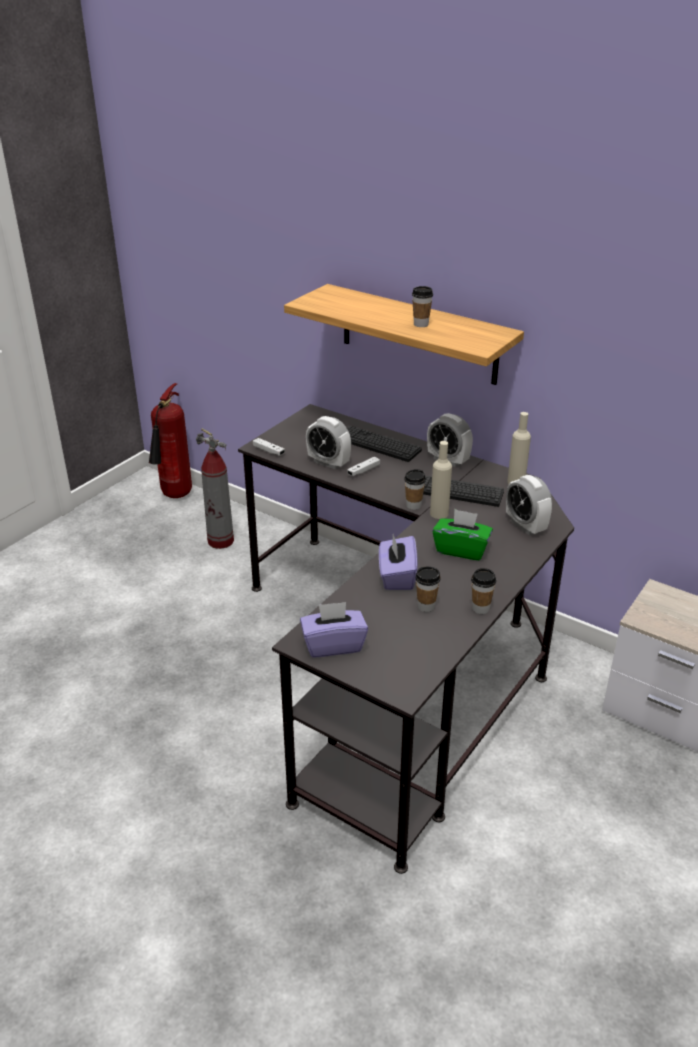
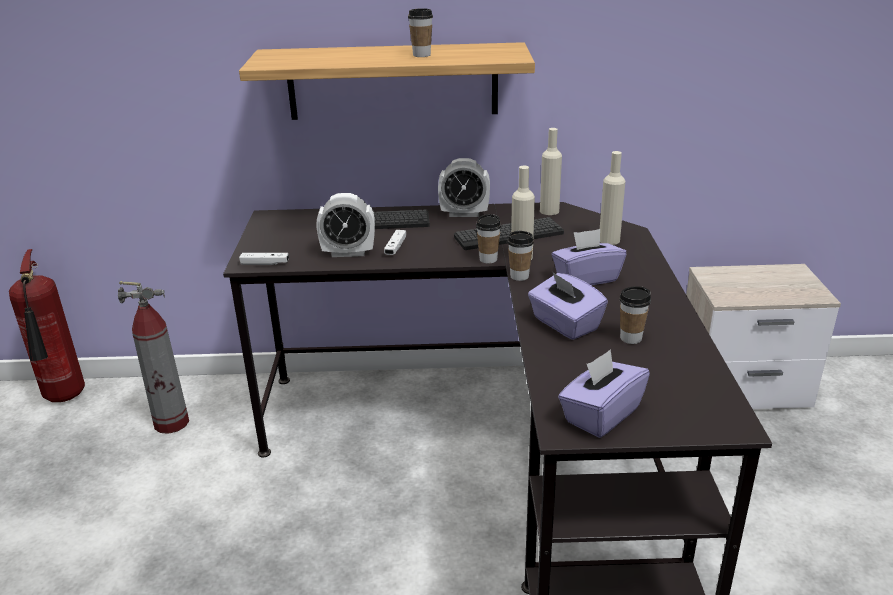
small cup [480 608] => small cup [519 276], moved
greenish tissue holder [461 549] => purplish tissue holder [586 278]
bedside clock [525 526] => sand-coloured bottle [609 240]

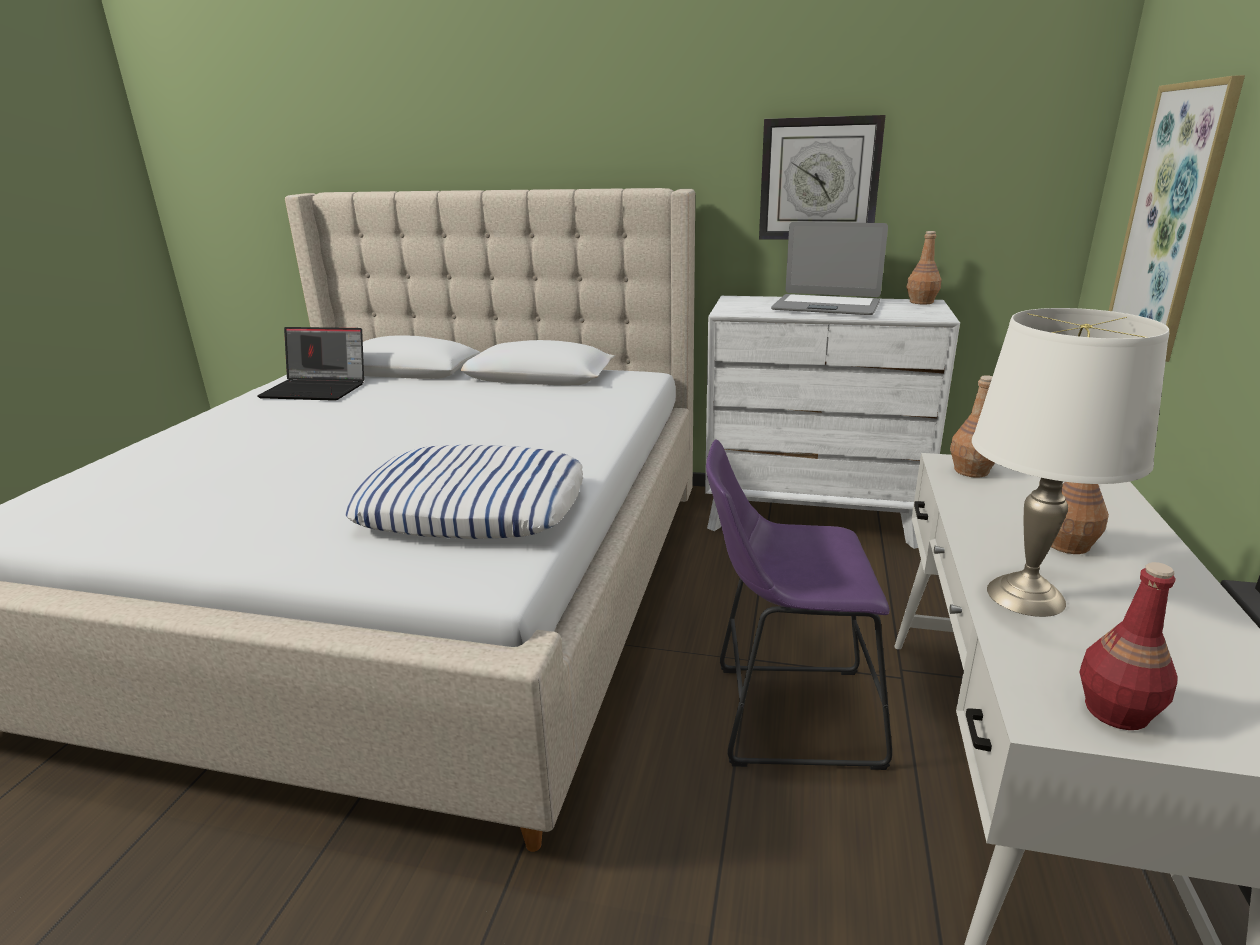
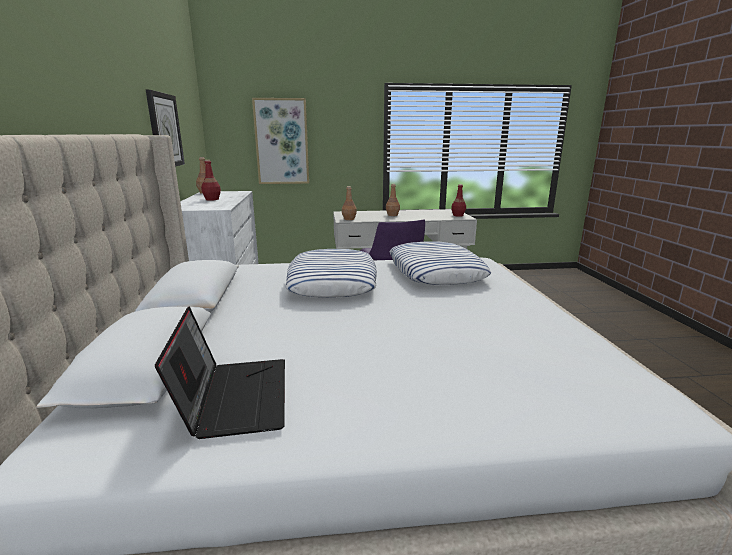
portable computer [826 307] => red-coloured bottle [212 199]
nothing => throw pillow [333 281]
whitish lamp for a table [1024 595] => nothing

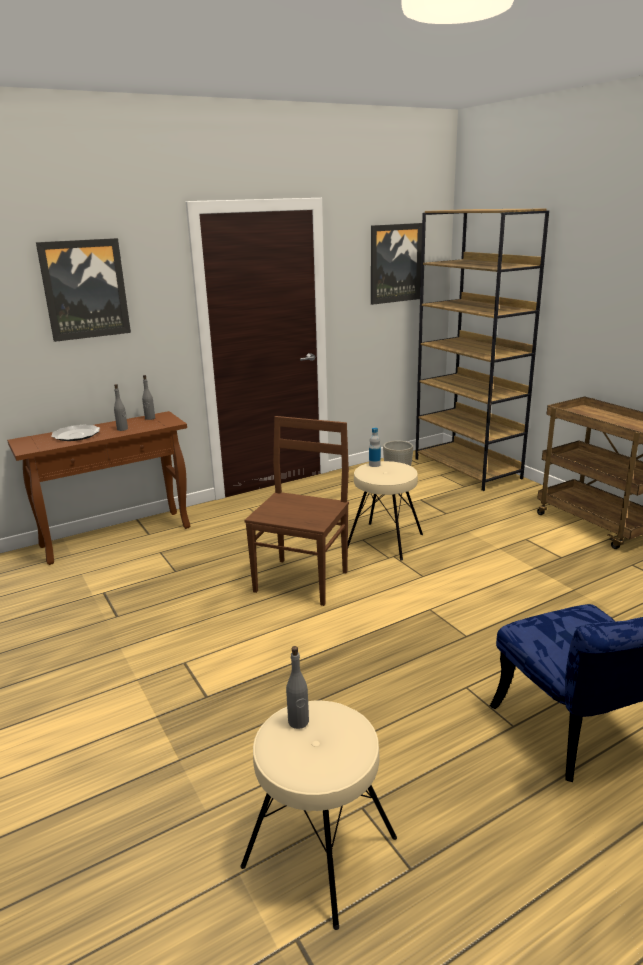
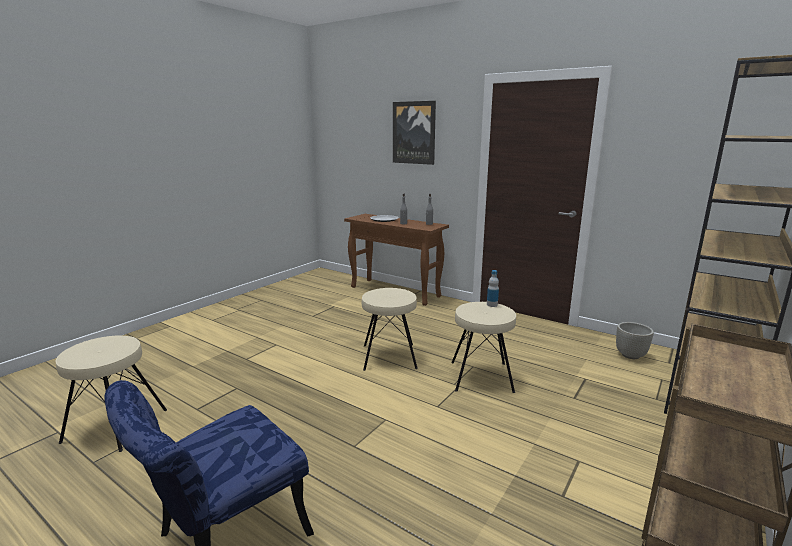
brownish plain chair [302 580] => sand-coloured sitting stool [389 356]
gray bottle [298 722] => nothing
wall picture [395 263] => nothing

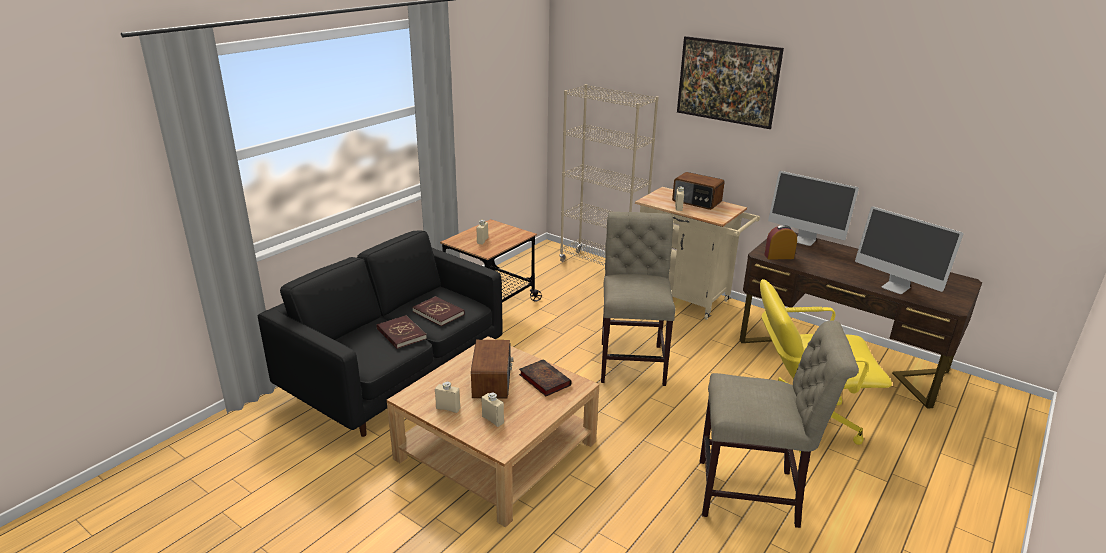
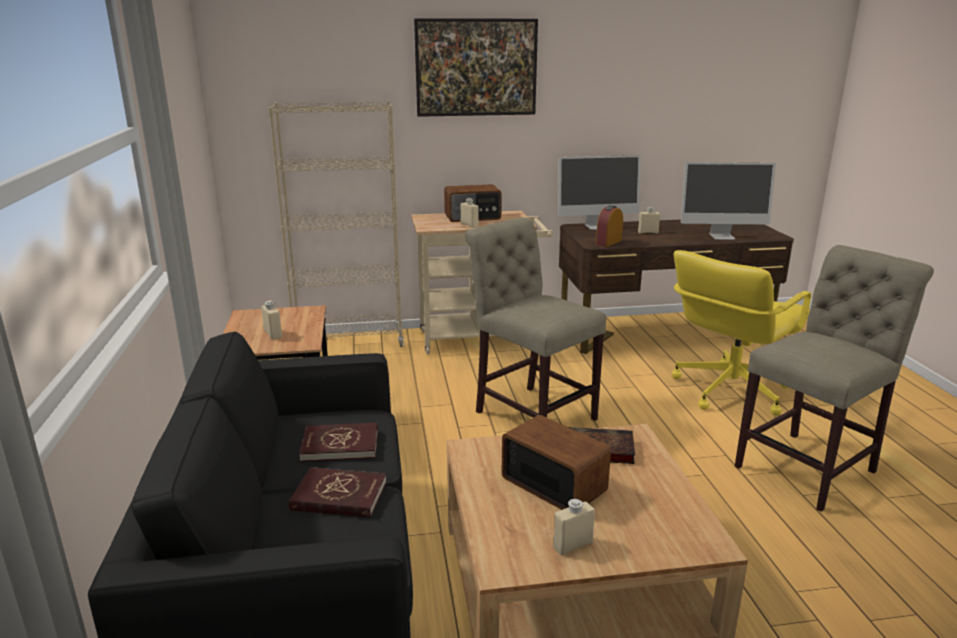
sand-coloured bottle [493 420] => sand-coloured bottle [648 232], moved

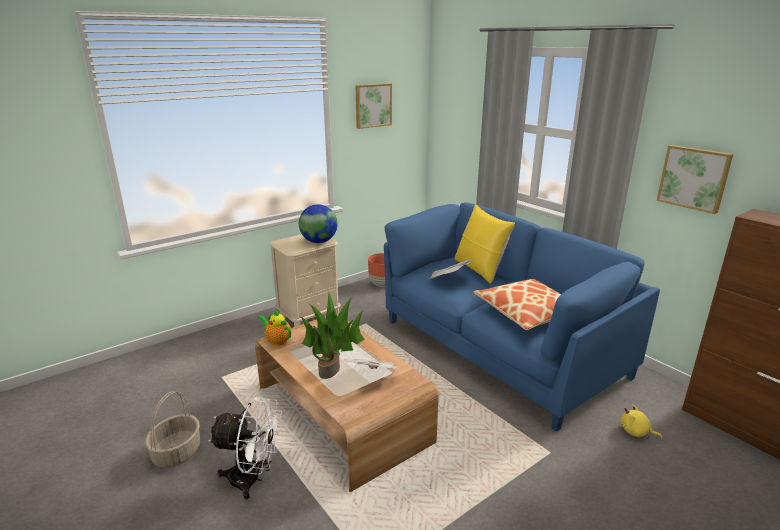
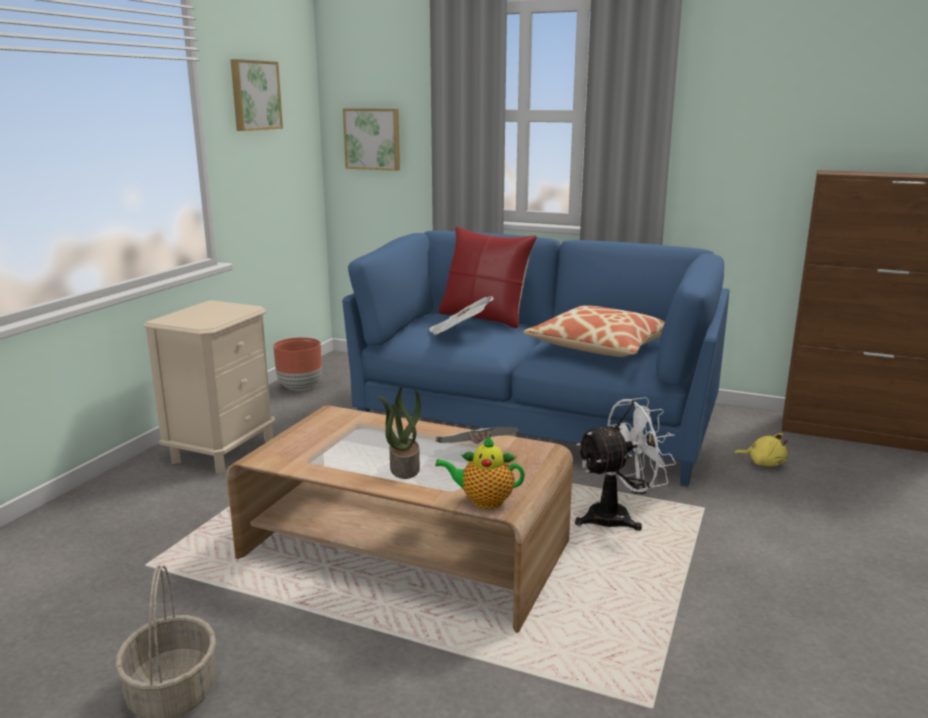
wall picture [694 178] => wall picture [373 139], moved
teapot [277 341] => teapot [483 501], moved
yellowish throw pillow [480 269] => red-coloured throw pillow [484 318]
whitish cooling fan [252 479] => whitish cooling fan [618 517], moved
yellowish soft toy [636 432] => yellowish soft toy [763 463], 150 degrees counterclockwise
globe [319 241] => nothing
houseplant [333 342] => nothing

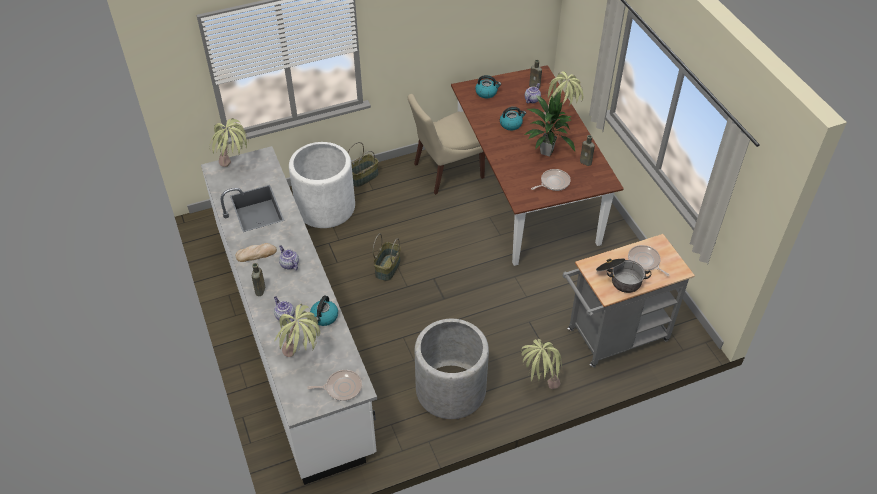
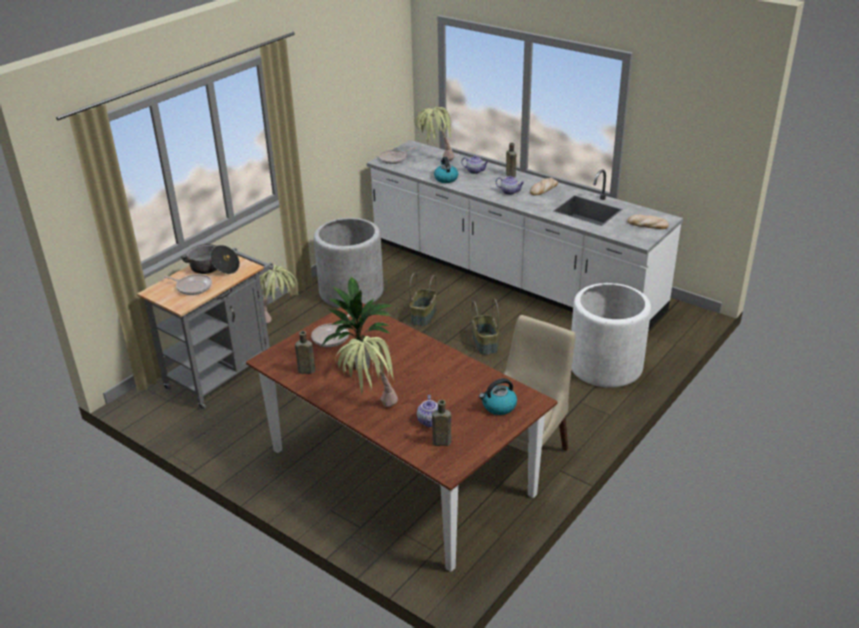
storage basket [363 177] => storage basket [424 316], moved
houseplant [236 169] => bread [647 224]
tea kettle [511 124] => nothing

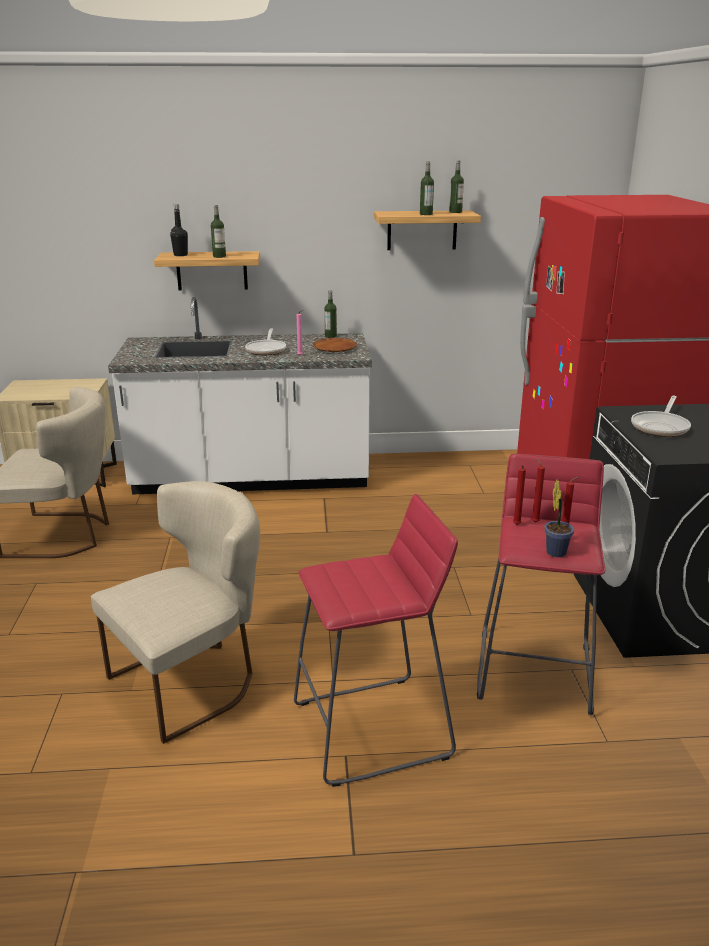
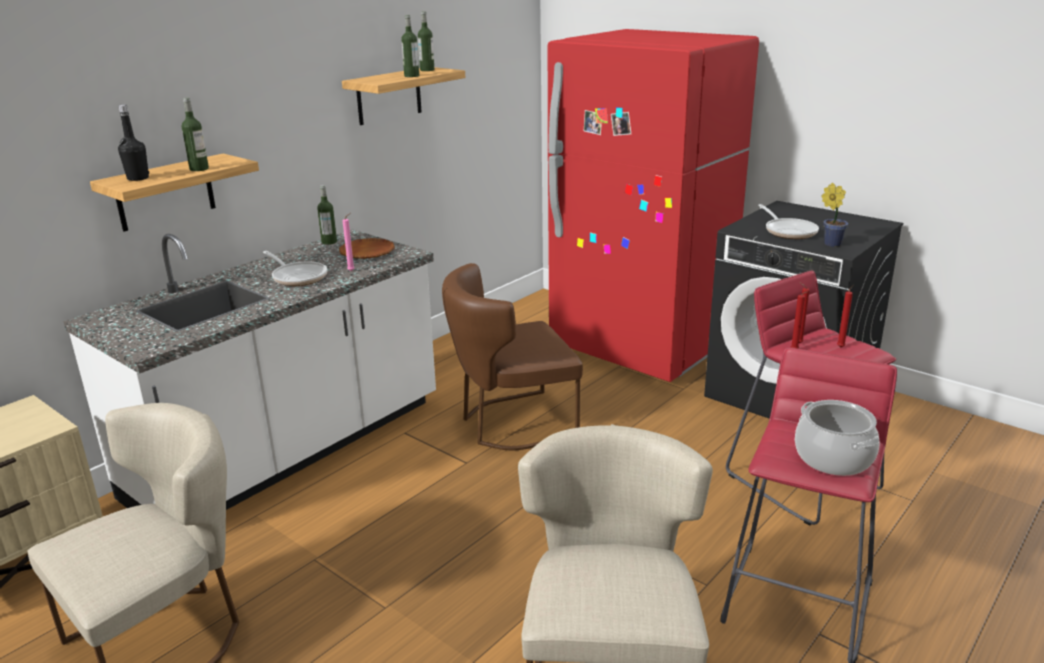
nothing => brownish plain chair [511 423]
nothing => cooking pot [833 458]
houseplant [555 551] => houseplant [830 244], moved

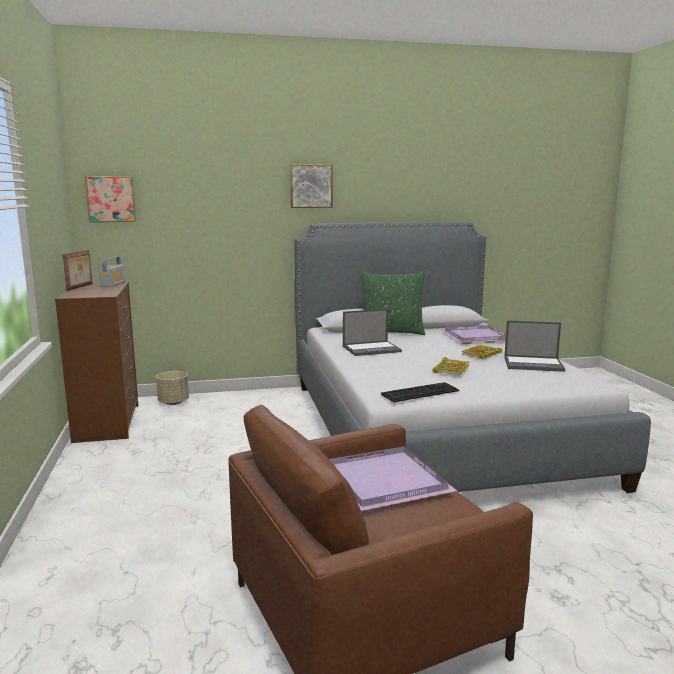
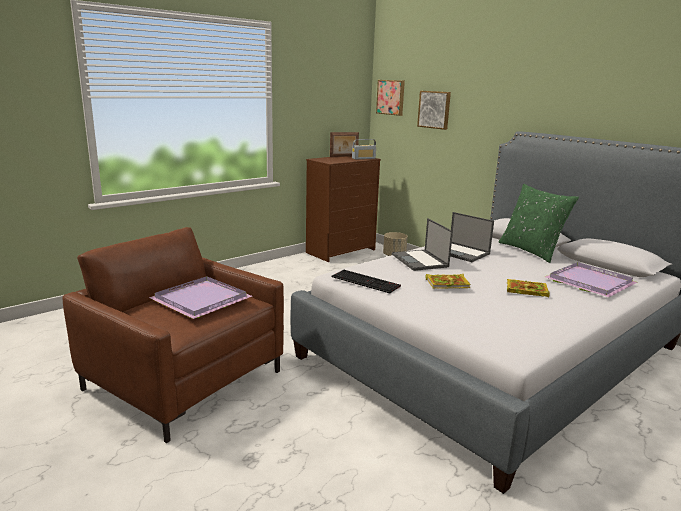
portable computer [534 364] => portable computer [420 261], moved
wall picture [311 186] => wall picture [434 109], moved

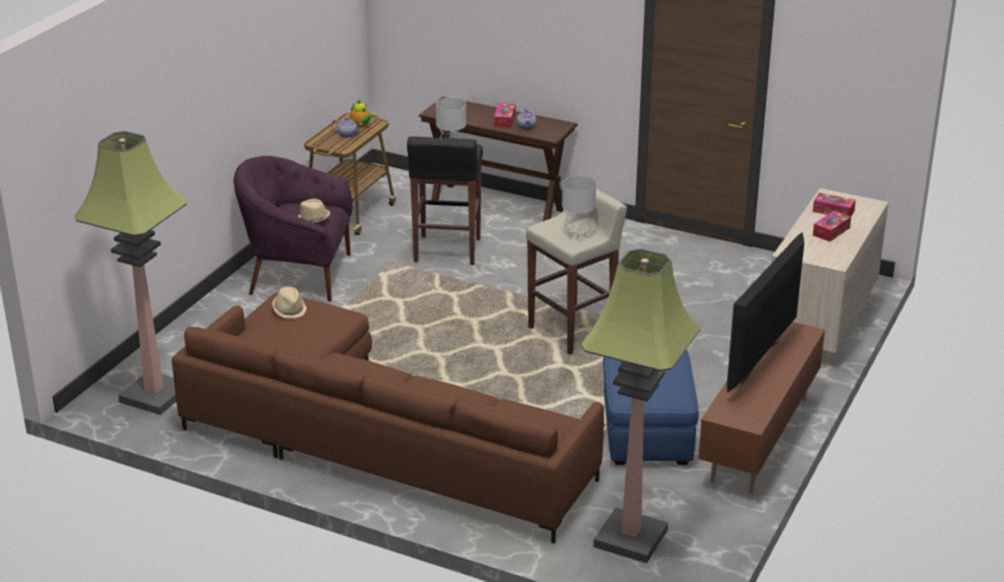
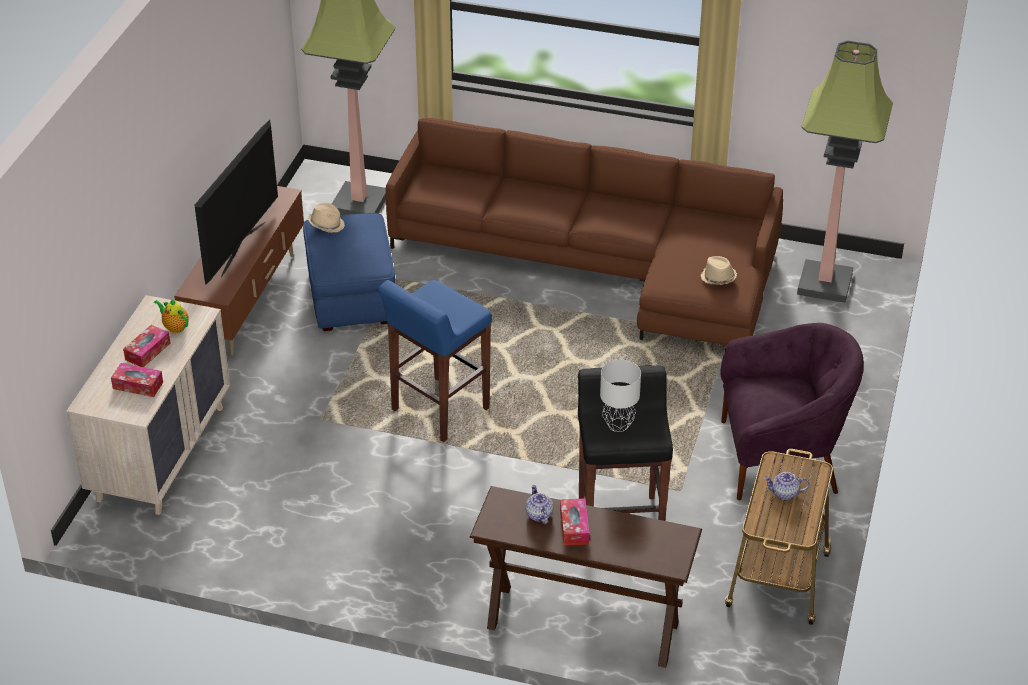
teapot [361 126] => teapot [175 327], moved
sand-coloured wearable hat [313 219] => sand-coloured wearable hat [326 224], moved
sand-coloured sitting stool [573 331] => blue sitting stool [439 410]
gray lamp for a table [577 236] => nothing

